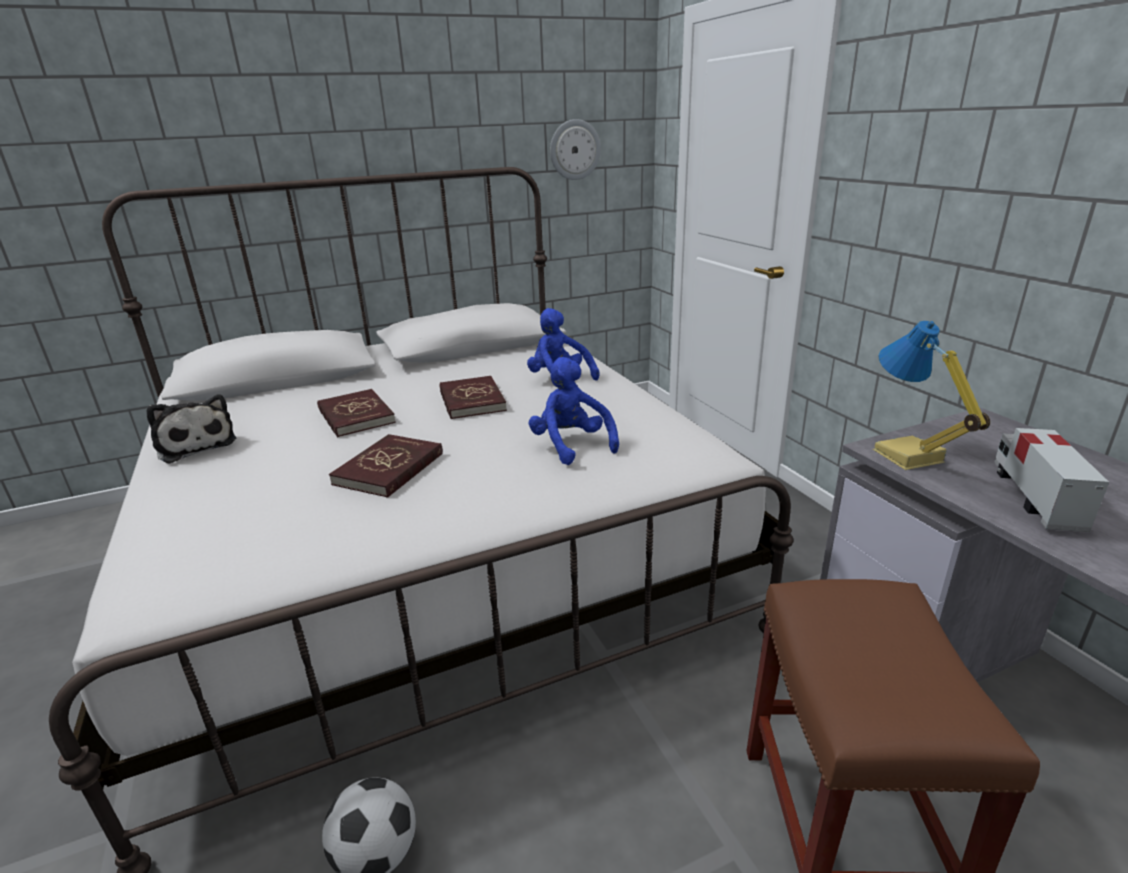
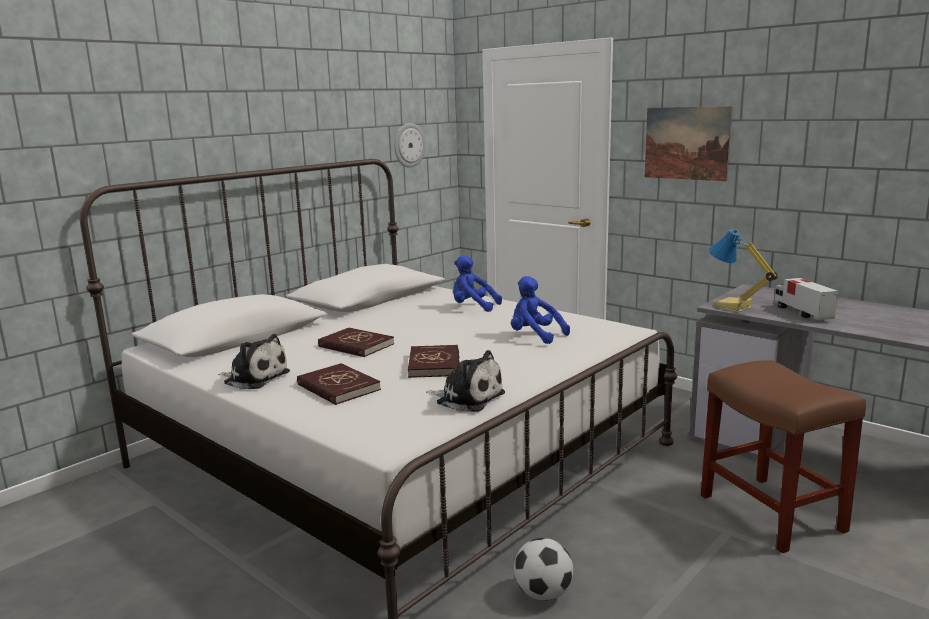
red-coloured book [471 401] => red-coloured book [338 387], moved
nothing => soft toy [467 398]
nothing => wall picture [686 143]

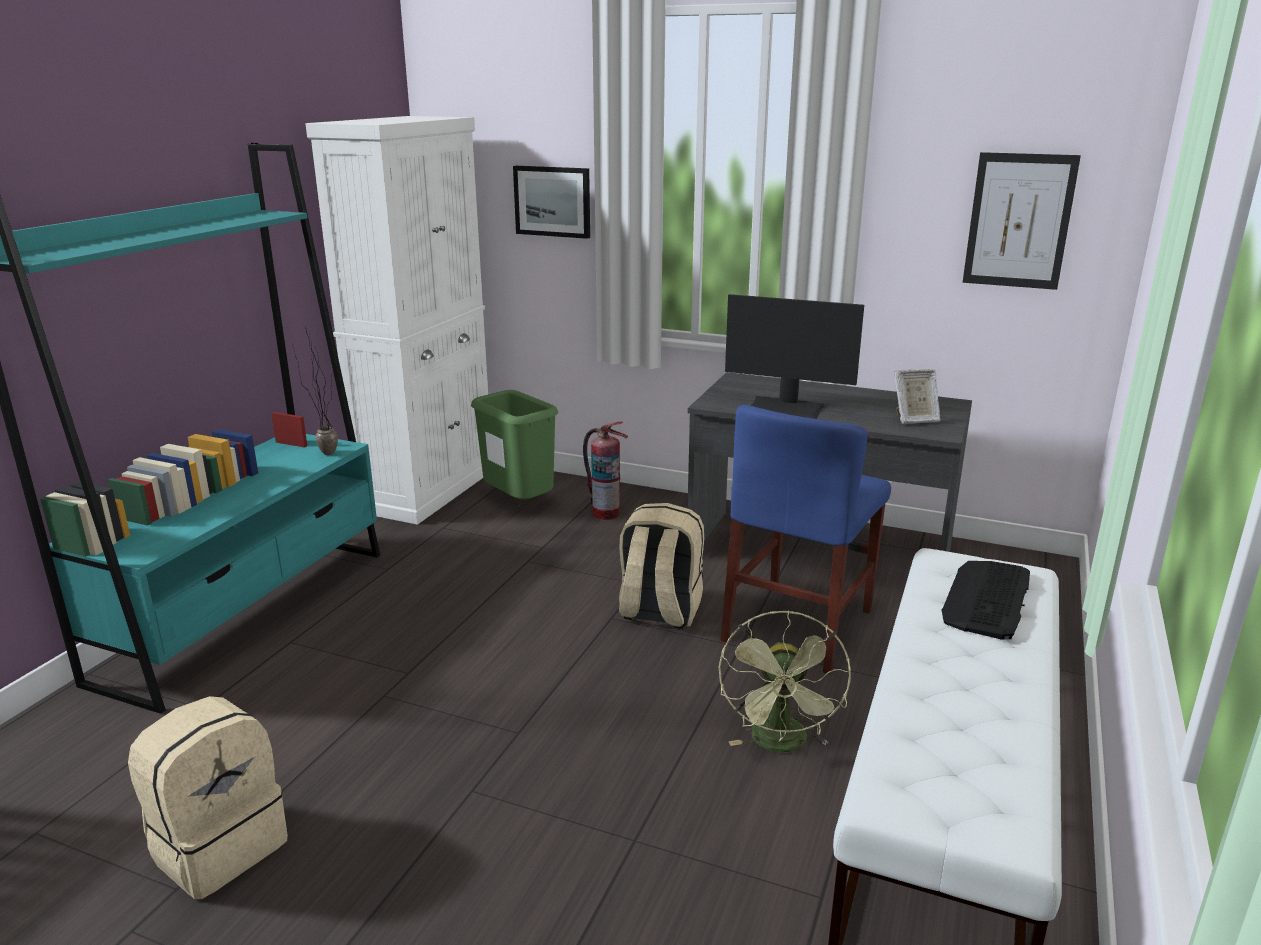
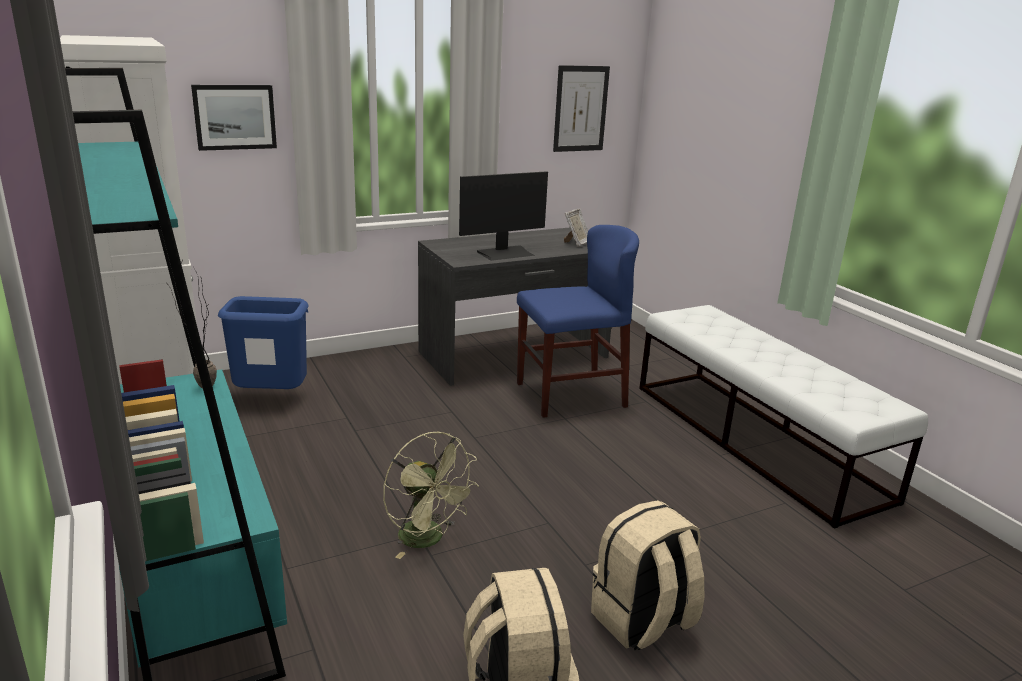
greenish trash can [520 505] => blue trash can [272 398]
greenish cooling fan [781 744] => greenish cooling fan [428 539], moved
blue plain chair [798 625] => blue plain chair [570 395], 90 degrees counterclockwise
sand-coloured rucksack [659 612] => sand-coloured rucksack [642 621], moved
fire-fighting cylinder [606 513] => nothing
PC keyboard [987 599] => nothing

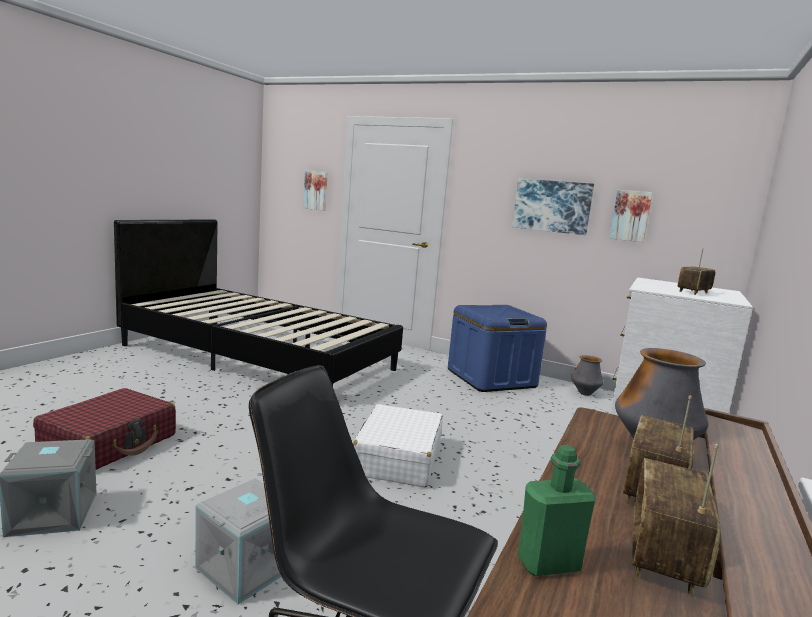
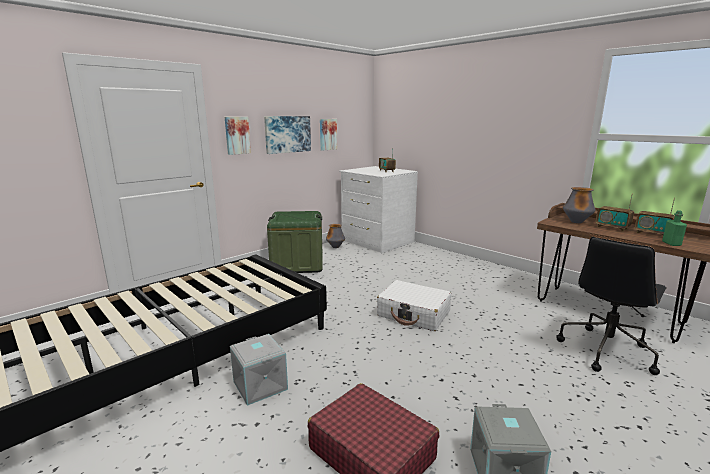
wall picture [316 190] => wall picture [237 135], moved
gray storage box [246 566] => gray storage box [259 385], moved
blue storage box [491 378] => greenish storage box [297 264]

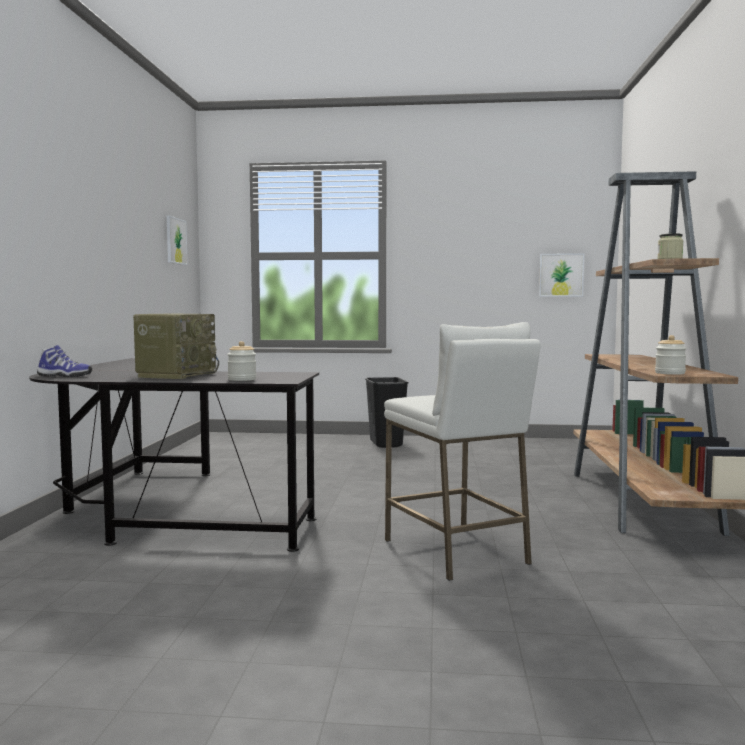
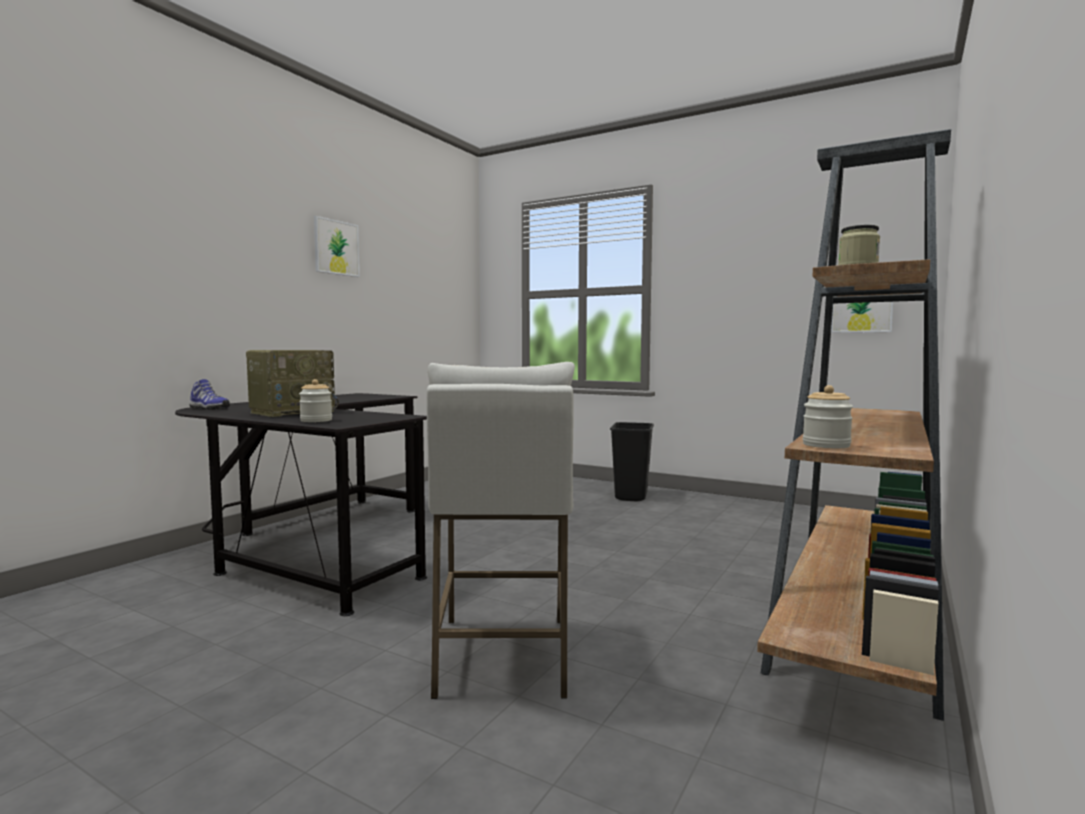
wall picture [175 241] => wall picture [336 247], moved

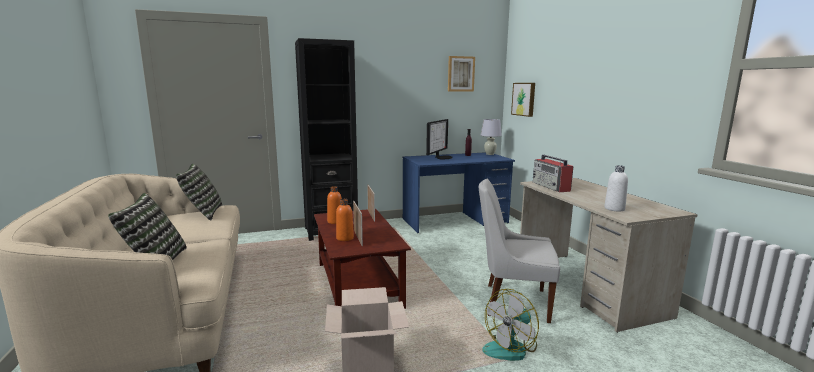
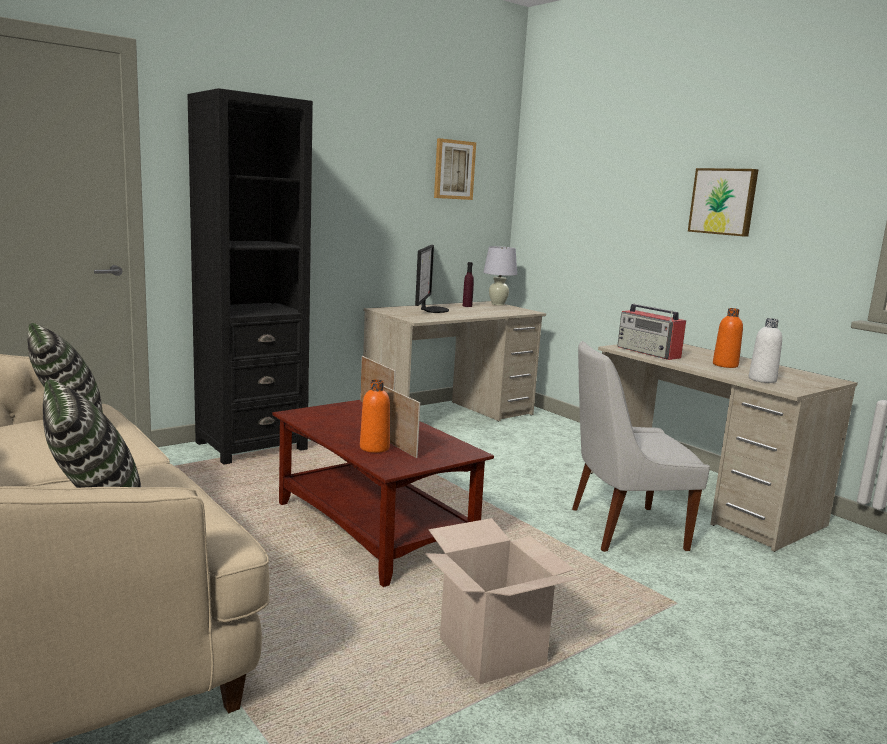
blue desk [455 221] => sand-coloured desk [450 416]
wall picture [524 99] => wall picture [723 201], moved
orange-coloured bottle [335 221] => orange-coloured bottle [725 365], moved
cooling fan [511 347] => nothing

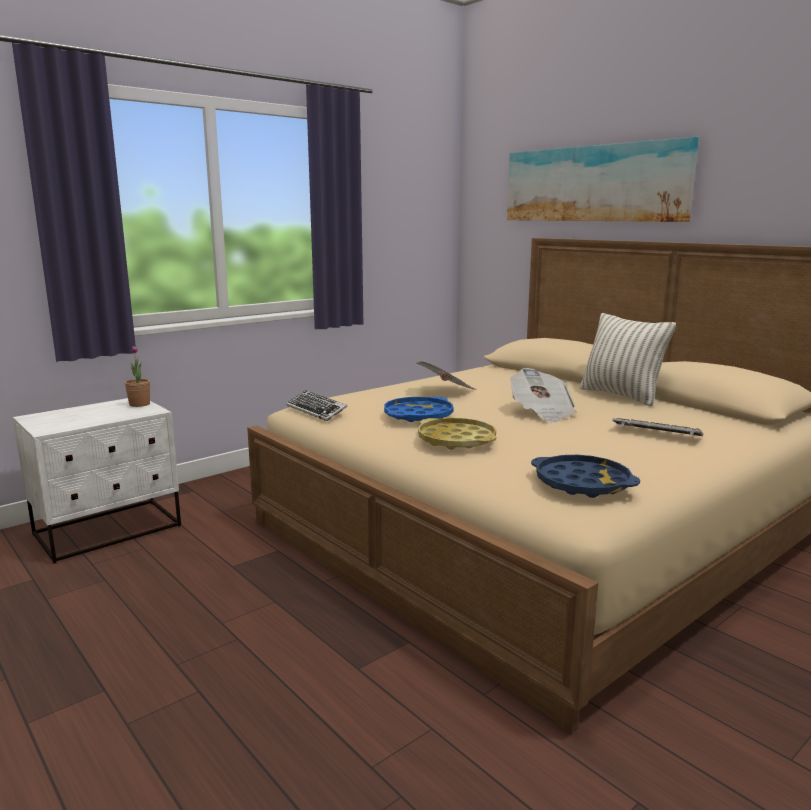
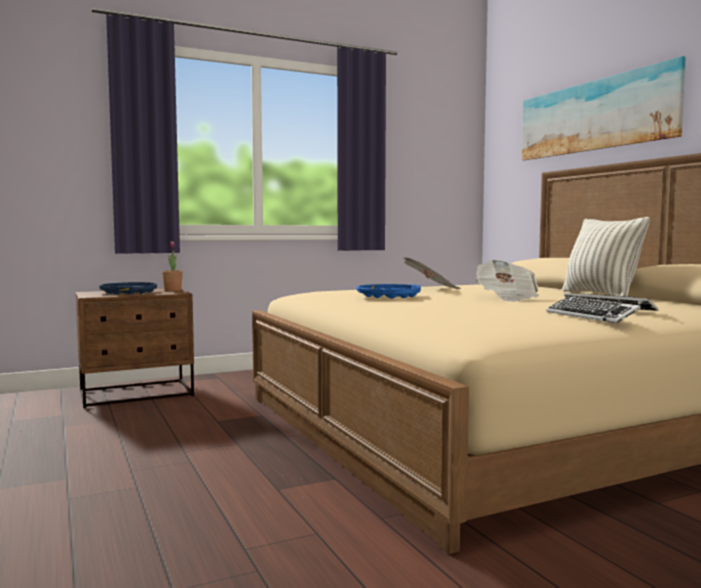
whitish night table [109 530] => brownish night table [137 394]
blue serving tray [582 483] => blue serving tray [129 292], moved
PC keyboard [316 410] => PC keyboard [591 316], moved
yellowish serving tray [456 440] => nothing

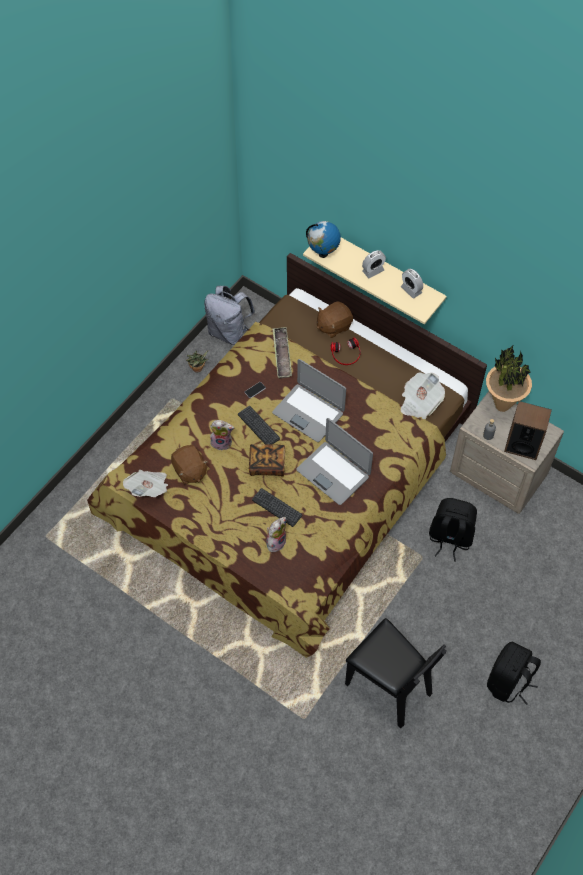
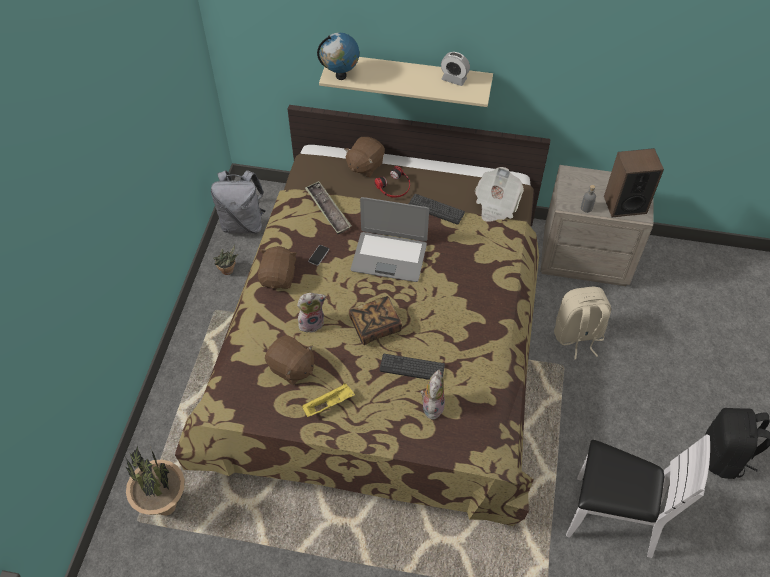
houseplant [502 405] => houseplant [166 507], moved
nothing => brownish soft toy [279 277]
nothing => yellowish serving tray [329 404]
PC keyboard [258 426] => PC keyboard [436 209], moved
black-coloured rucksack [450 538] => sand-coloured rucksack [577 336]
black-coloured plain chair [388 686] => whitish plain chair [611 517]
daily paper [148 488] => nothing
portable computer [333 473] => nothing
bedside clock [373 271] => nothing

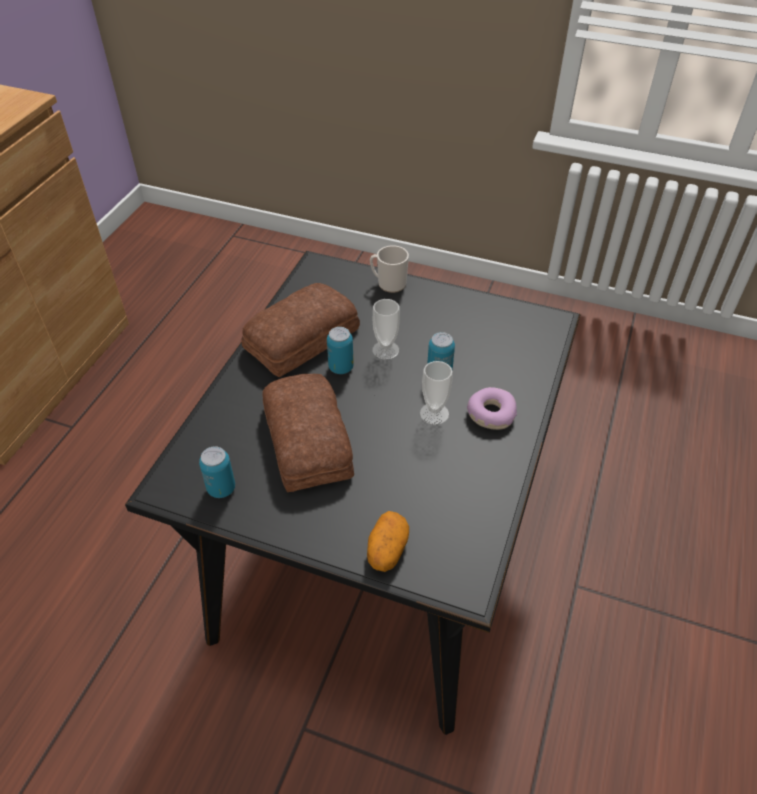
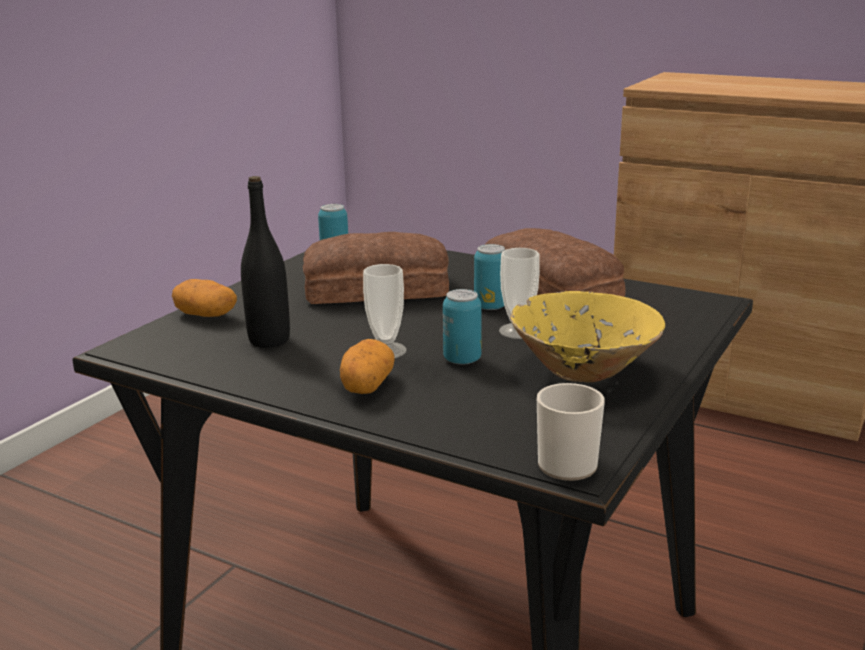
nothing => black-coloured bottle [269 340]
ring doughnut [490 414] => spud [367 385]
nothing => yellowish serving bowl [583 371]
mug [388 283] => mug [568 461], moved

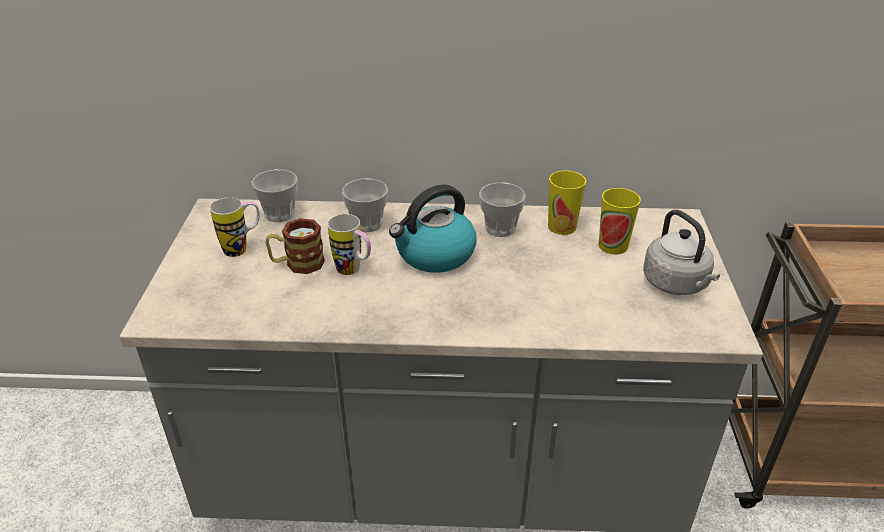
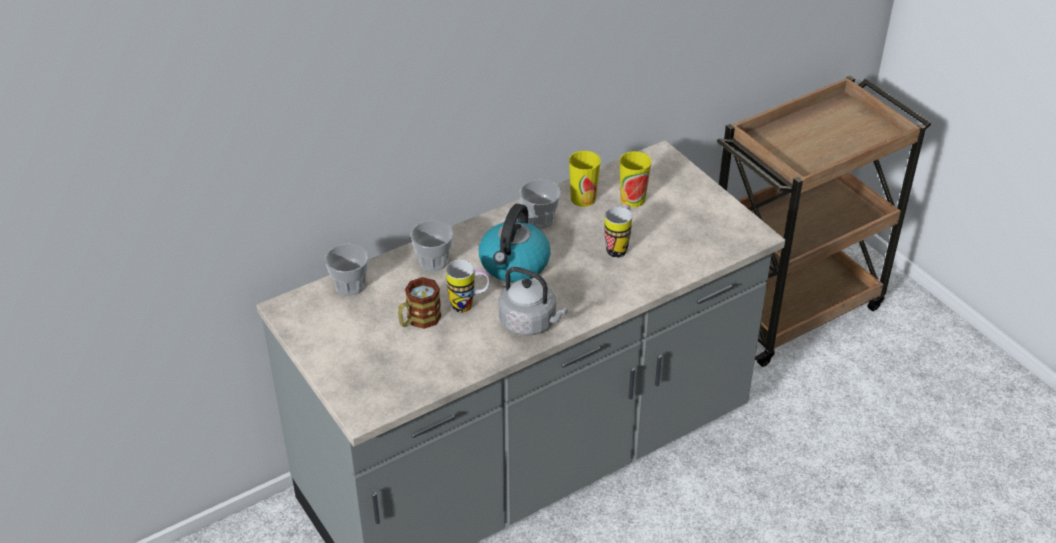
gray tea kettle [677 284] => gray tea kettle [530 323], moved
mug [242 248] => mug [619 247], moved

